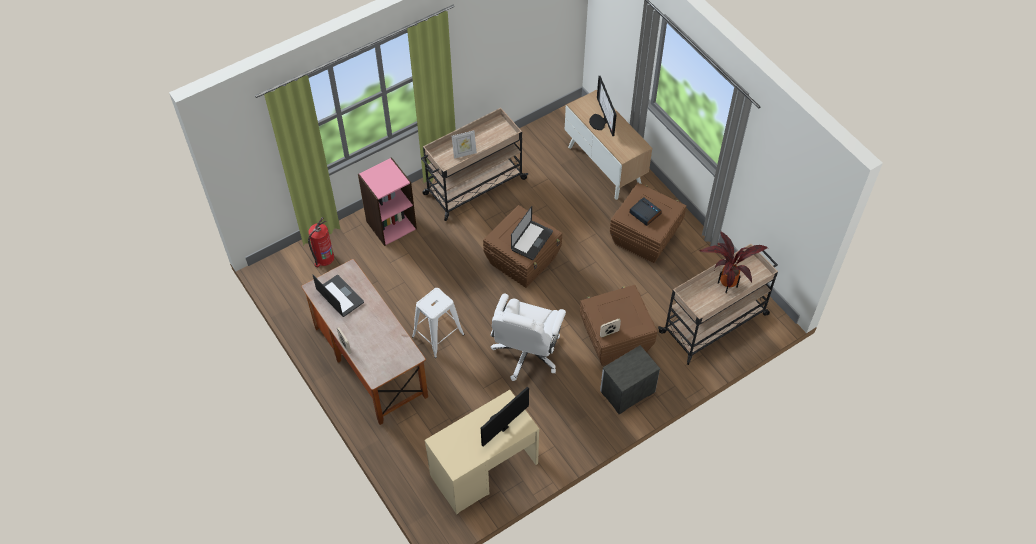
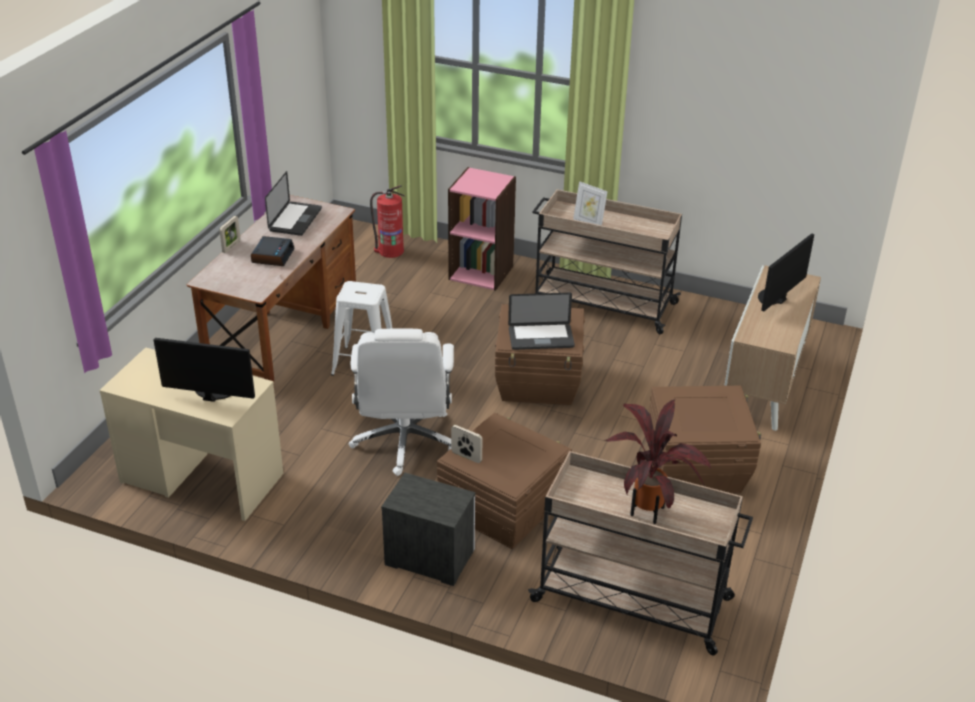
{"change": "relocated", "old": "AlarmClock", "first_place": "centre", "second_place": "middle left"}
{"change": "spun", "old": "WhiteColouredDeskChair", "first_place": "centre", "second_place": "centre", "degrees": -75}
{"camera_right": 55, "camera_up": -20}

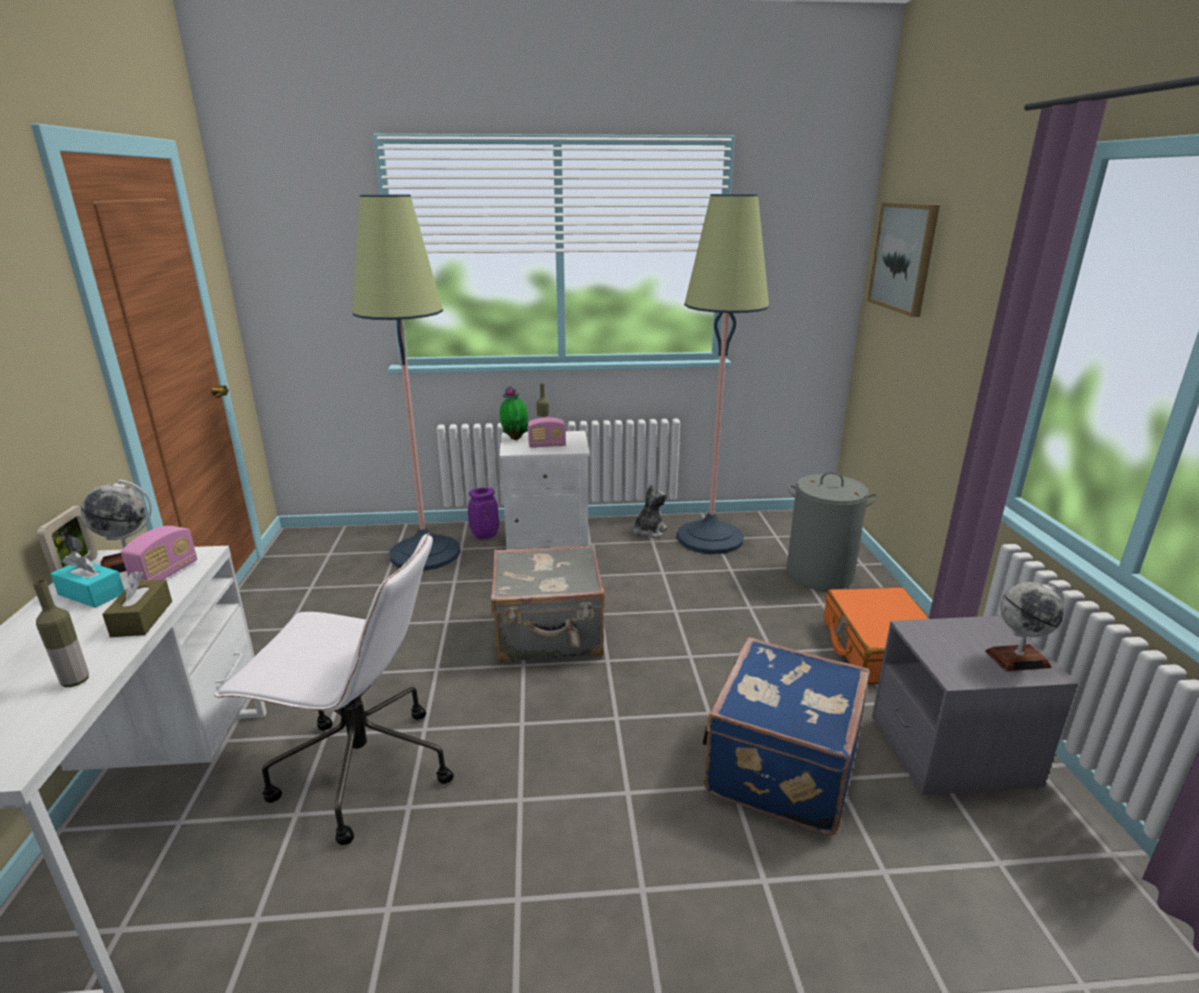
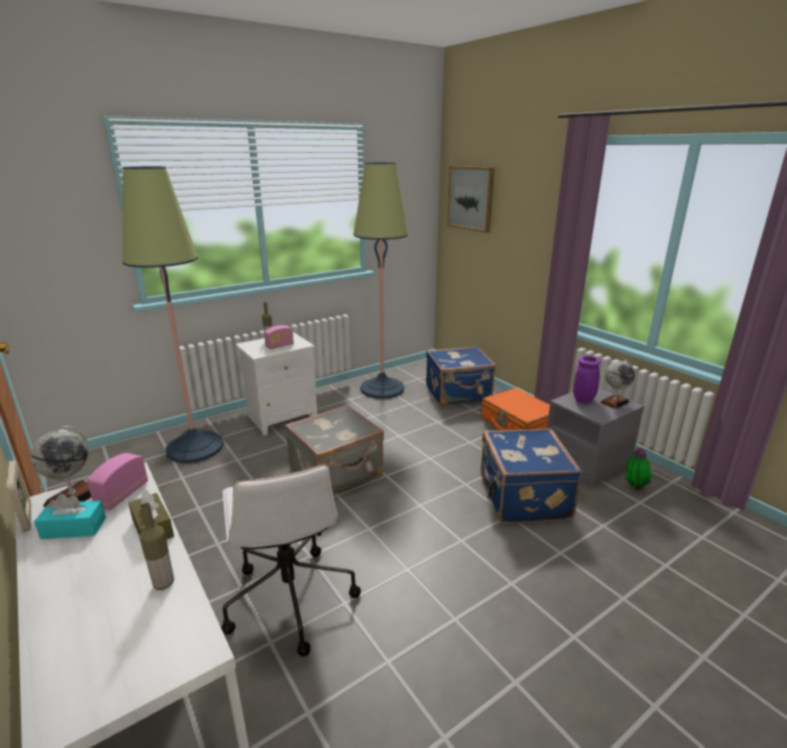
{"change": "spun", "old": "RadioSet (no. 1 from left)", "first_place": "middle left", "second_place": "middle left", "degrees": -150}
{"change": "spun", "old": "WhiteColouredDeskChair", "first_place": "bottom left", "second_place": "bottom centre", "degrees": 90}
{"change": "exchanged", "old": "GreyishHamper", "new": "BlueColouredPieceOfLuggage (no. 1 from left)", "first_place": "middle right", "second_place": "centre"}
{"change": "relocated", "old": "PurplishDecorativeVase", "first_place": "centre", "second_place": "middle right"}
{"change": "relocated", "old": "Houseplant", "first_place": "centre", "second_place": "middle right"}
{"change": "missing", "old": "SoftToy", "first_place": "centre"}
{"camera_right": -30, "camera_up": 0}

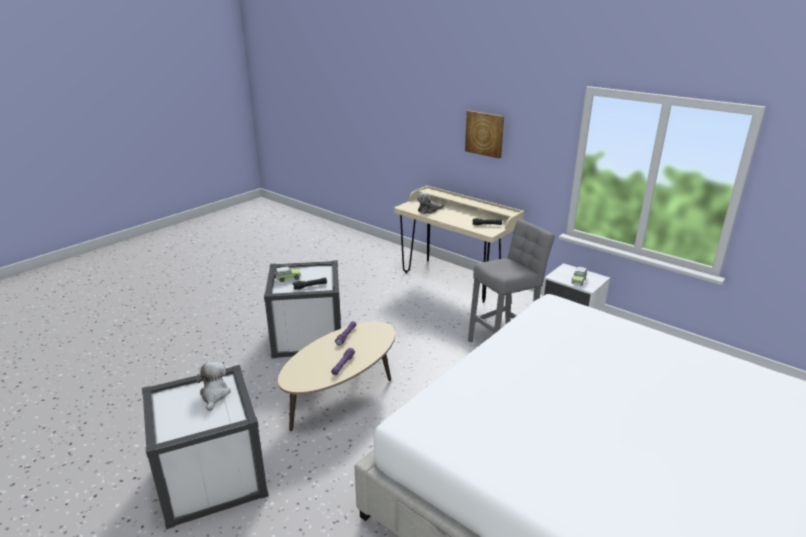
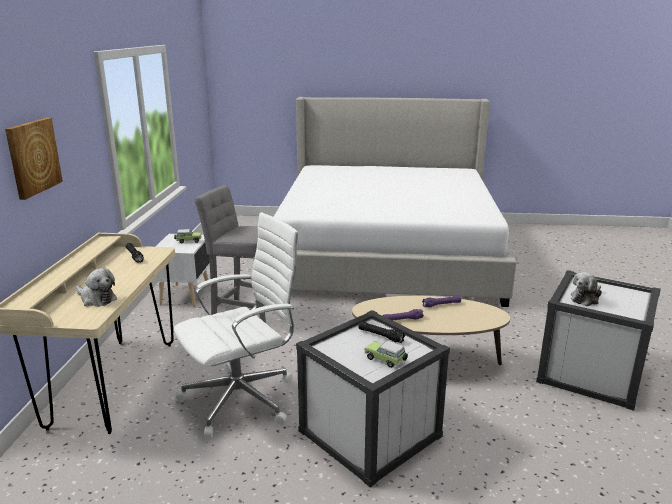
{"change": "appeared", "new": "WhiteColouredDeskChair", "second_place": "centre"}
{"camera_right": -125, "camera_up": -5}

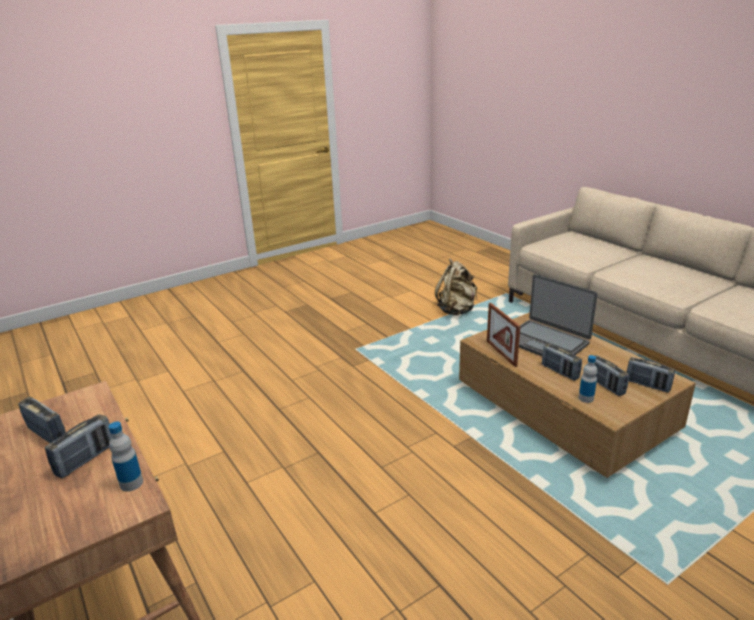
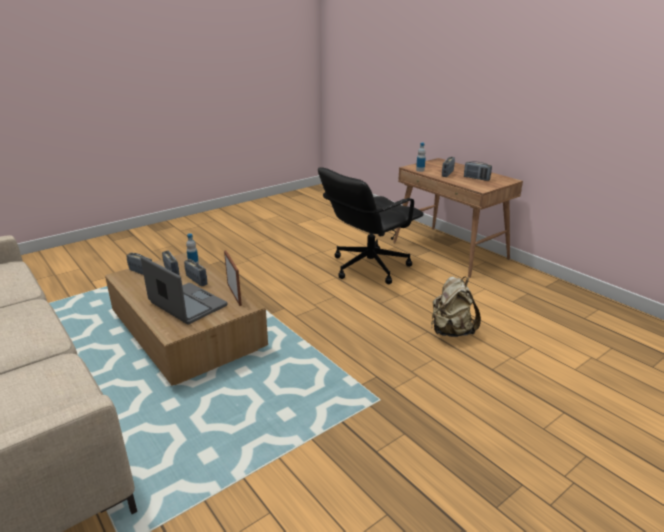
{"change": "appeared", "new": "BlackColouredDeskChair", "second_place": "centre"}
{"change": "relocated", "old": "BeigeKnapsack", "first_place": "centre", "second_place": "middle right"}
{"camera_right": 175, "camera_up": 0}

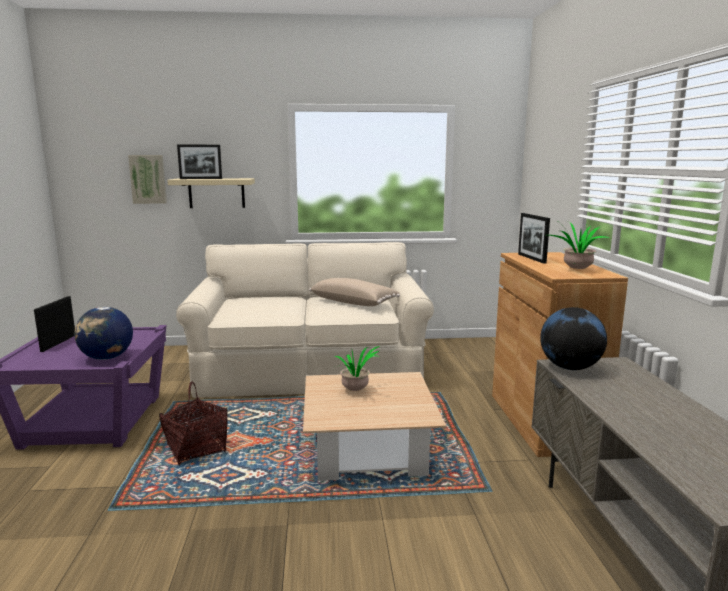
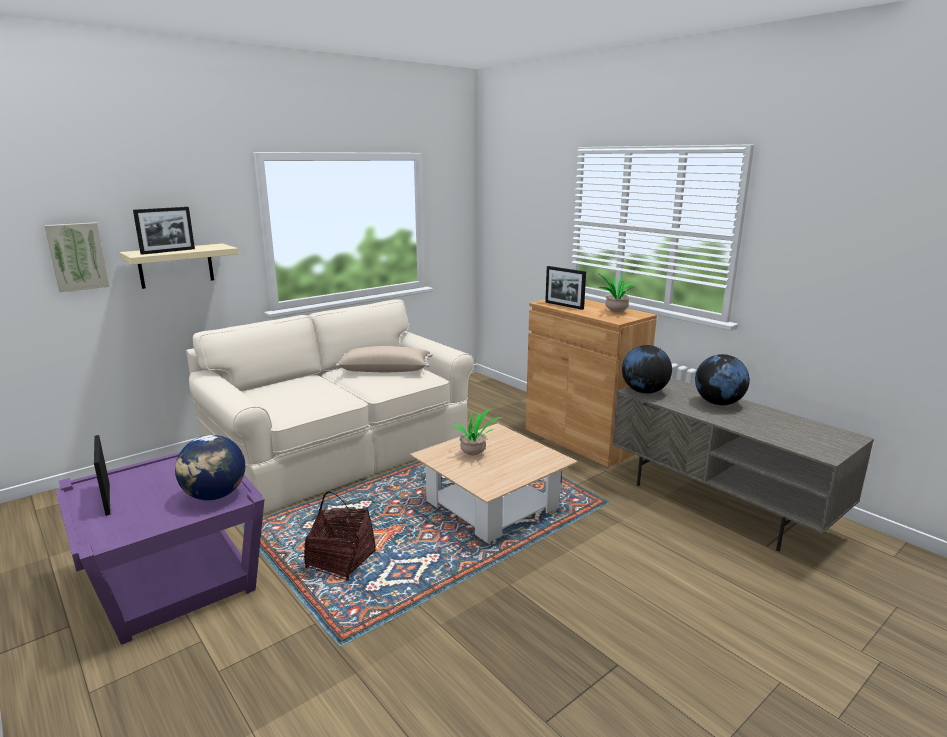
{"change": "appeared", "new": "DeskGlobe (no. 3 from left)", "second_place": "middle right"}
{"camera_right": -35, "camera_up": 5}

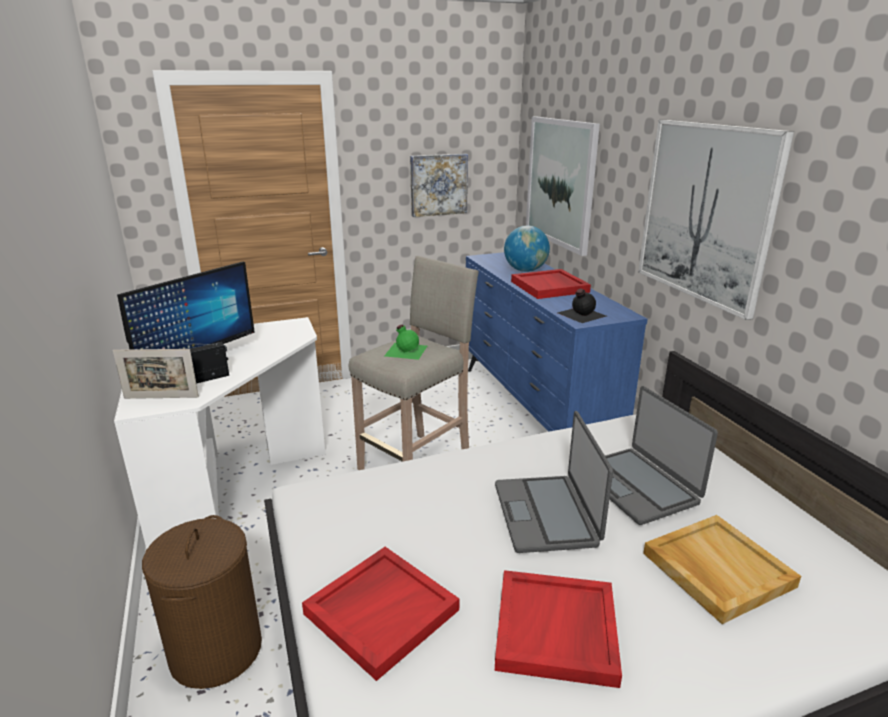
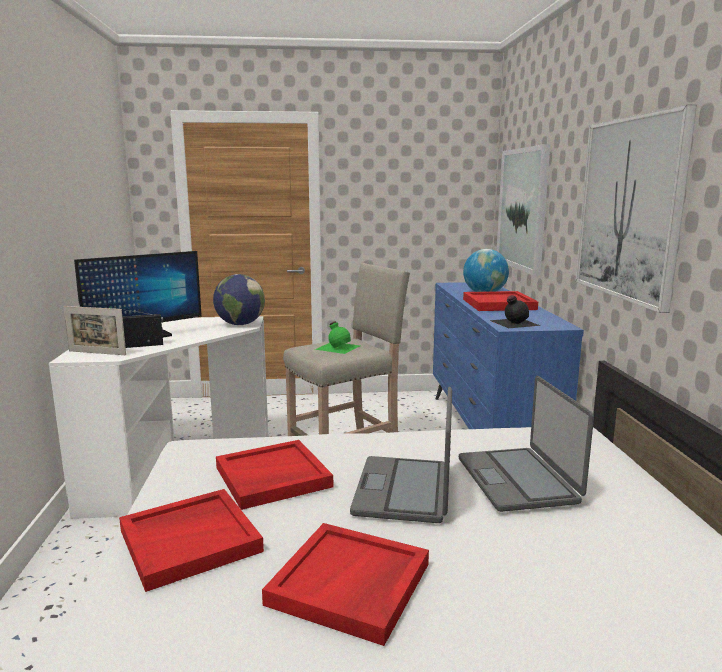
{"change": "appeared", "new": "DeskGlobe (no. 1 from left)", "second_place": "middle left"}
{"change": "appeared", "new": "RedColouredServingTray (no. 2 from left)", "second_place": "bottom centre"}
{"change": "missing", "old": "BrownColouredHamper", "first_place": "bottom left"}
{"change": "missing", "old": "WallPicture (no. 1 from left)", "first_place": "top centre"}
{"change": "missing", "old": "BeigeServingTray", "first_place": "bottom right"}
{"camera_right": 15, "camera_up": -10}

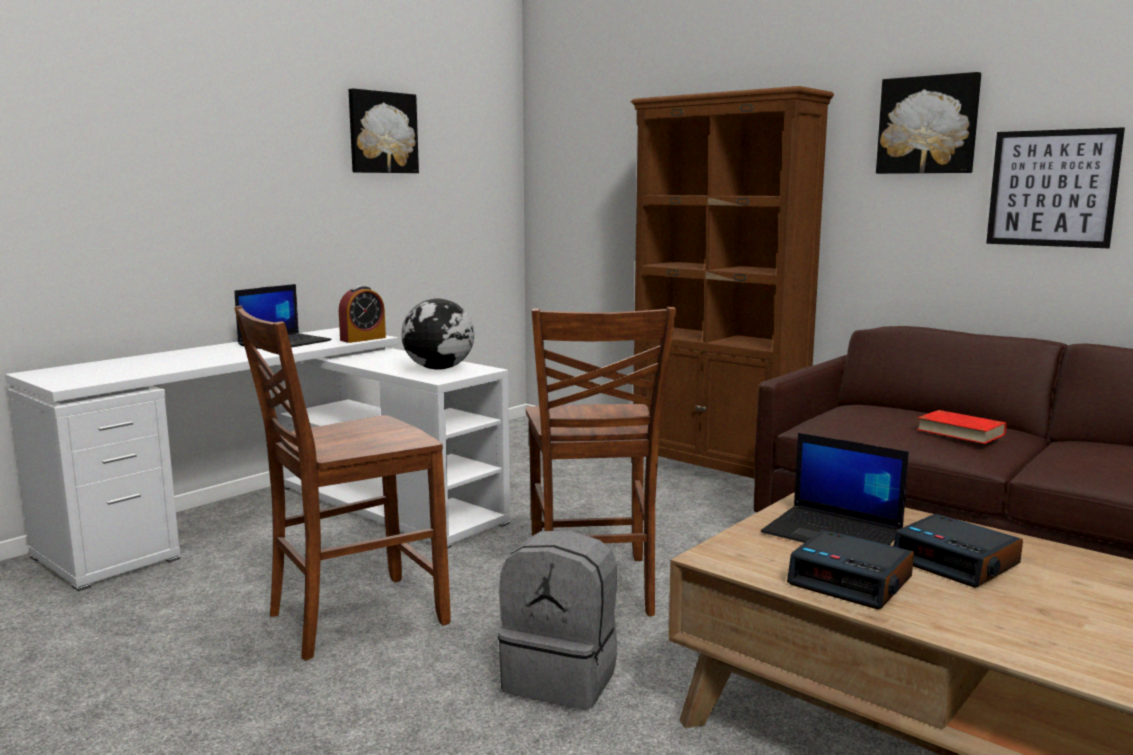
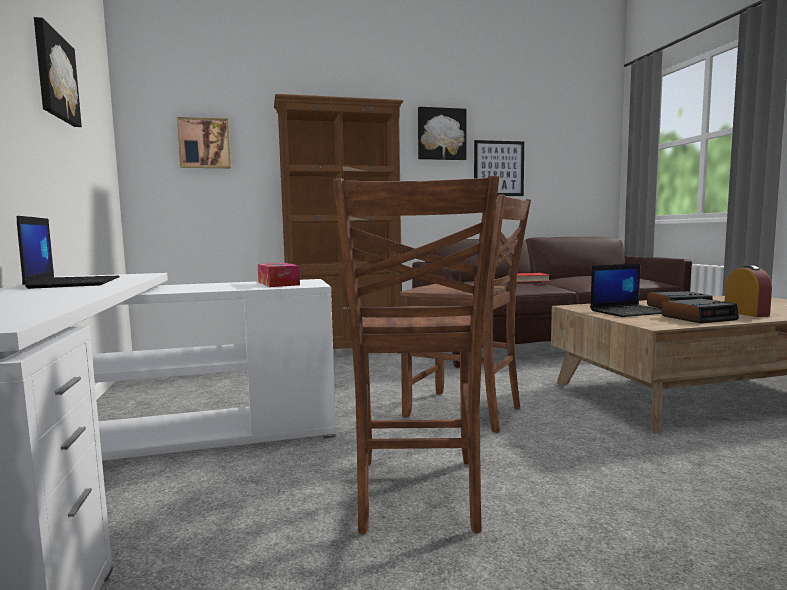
{"change": "appeared", "new": "WallPicture (no. 2 from left)", "second_place": "top left"}
{"change": "exchanged", "old": "DeskGlobe", "new": "BoxOfTissues", "first_place": "centre", "second_place": "centre"}
{"change": "relocated", "old": "AlarmClock (no. 1 from left in the first image)", "new": "AlarmClock (no. 3 from left)", "first_place": "middle left", "second_place": "middle right"}
{"change": "missing", "old": "GreyishKnapsack", "first_place": "bottom centre"}
{"camera_right": -55, "camera_up": -5}

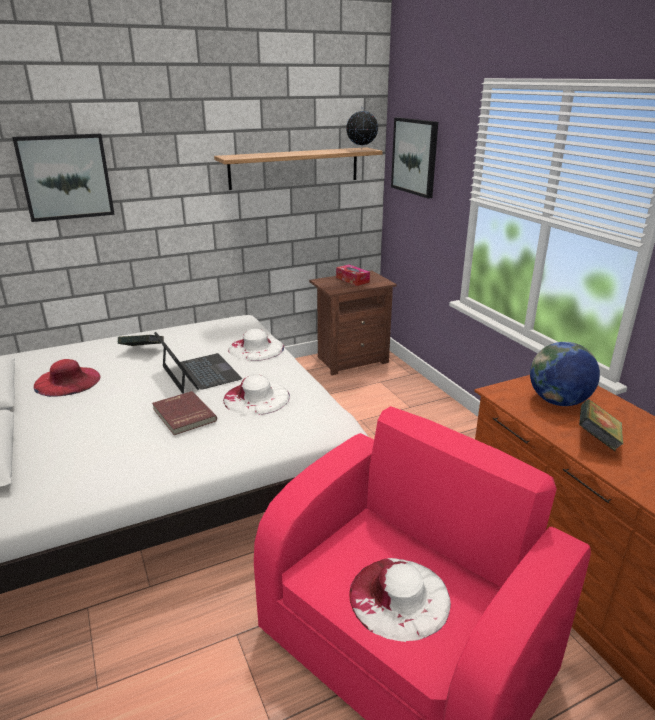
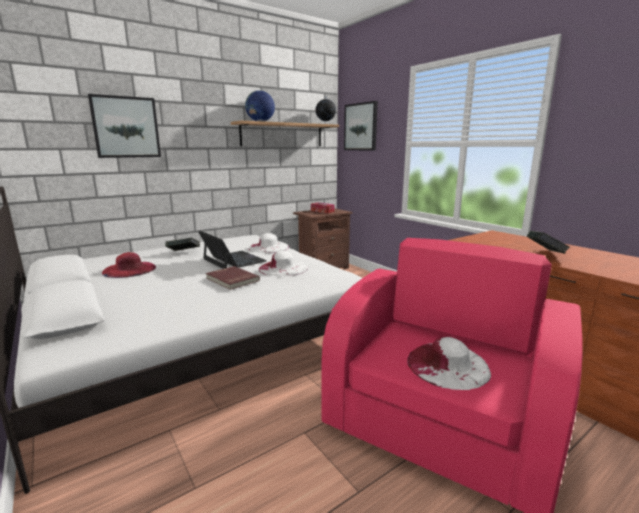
{"change": "relocated", "old": "DeskGlobe (no. 2 from left in the first image)", "new": "DeskGlobe (no. 1 from left)", "first_place": "middle right", "second_place": "top centre"}
{"camera_right": -10, "camera_up": -10}

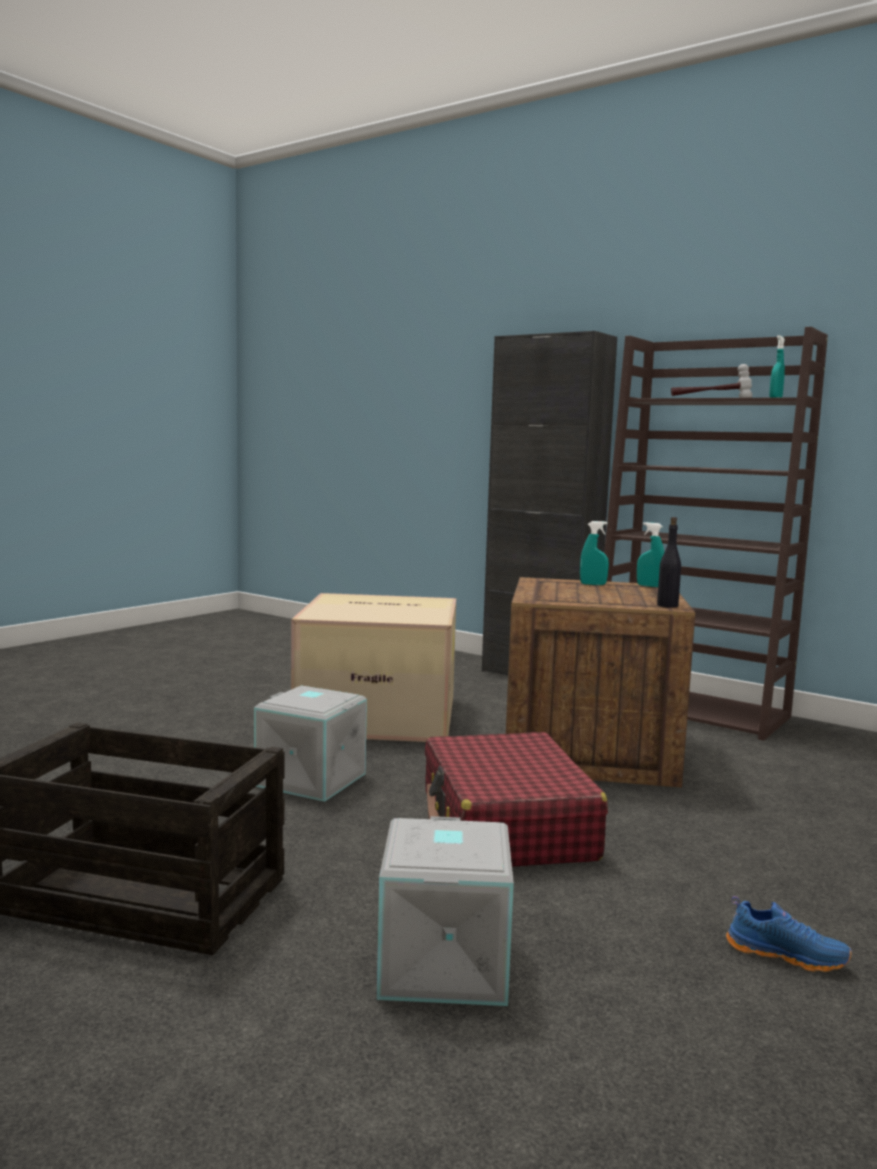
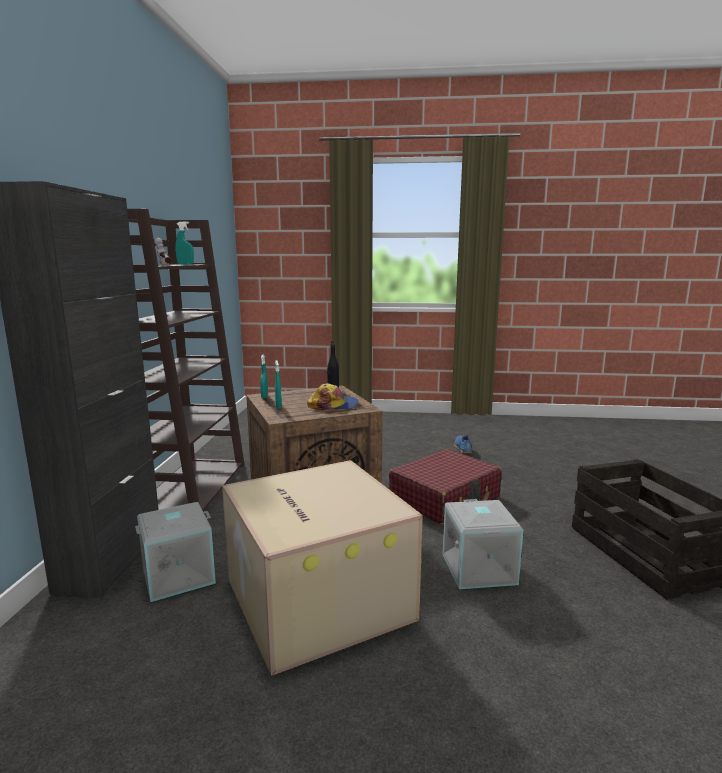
{"change": "relocated", "old": "GreyishStorageBox (no. 2 from left in the first image)", "new": "GreyishStorageBox (no. 1 from left)", "first_place": "bottom centre", "second_place": "bottom left"}
{"change": "appeared", "new": "Cap", "second_place": "centre"}
{"camera_right": -120, "camera_up": 5}

